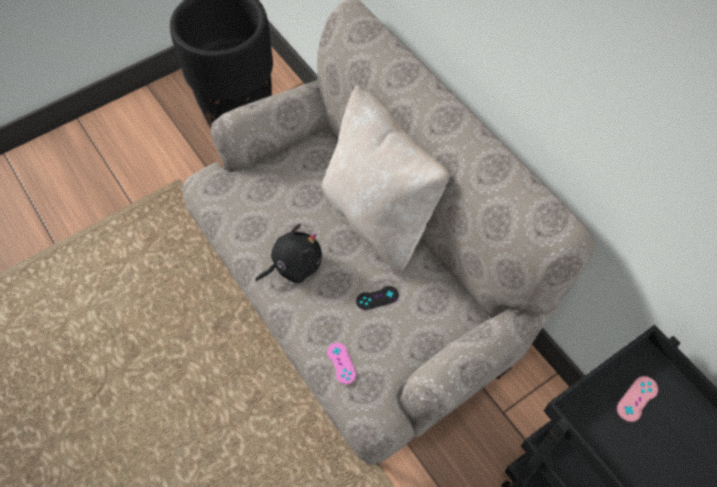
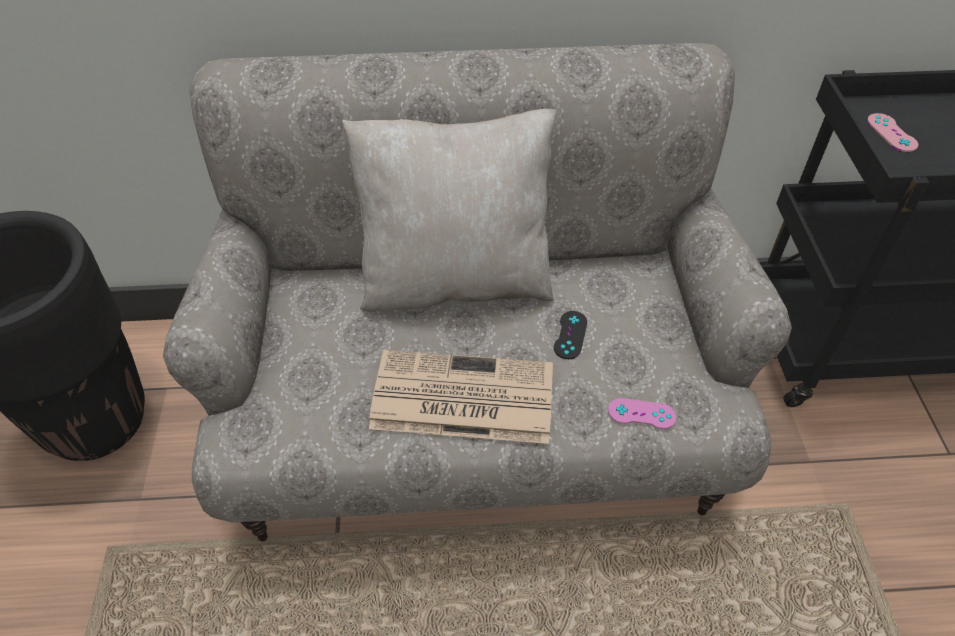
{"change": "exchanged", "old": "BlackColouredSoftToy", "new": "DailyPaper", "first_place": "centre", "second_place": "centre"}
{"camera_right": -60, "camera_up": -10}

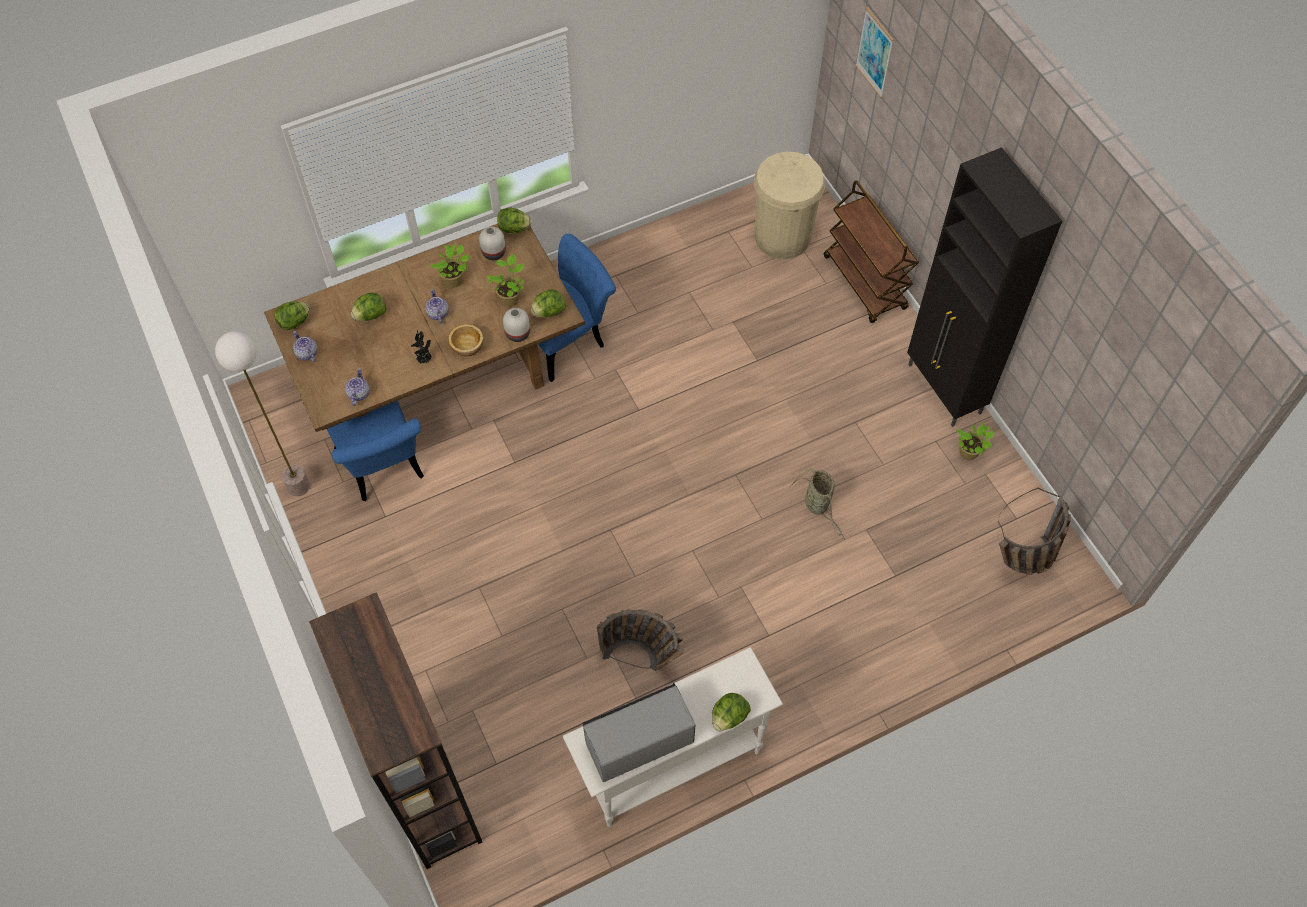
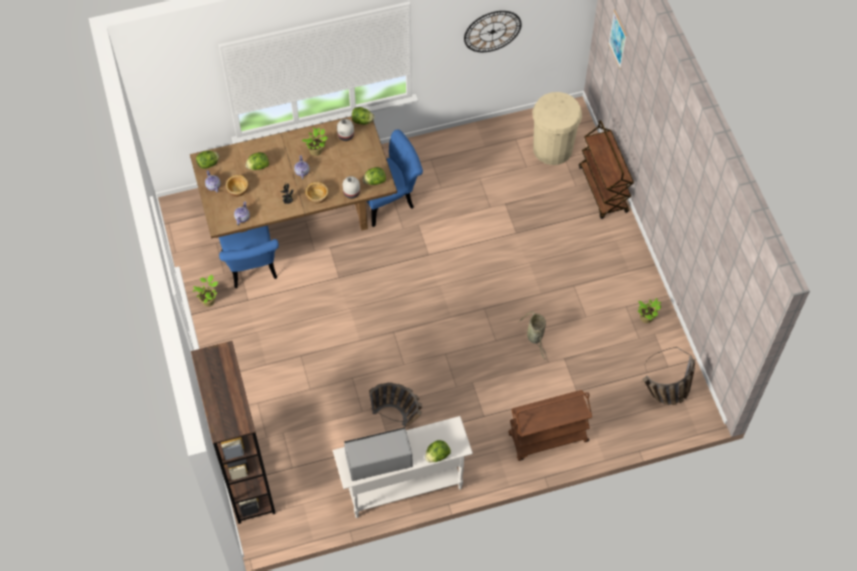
{"change": "relocated", "old": "Houseplant (no. 3 from left in the first image)", "new": "Houseplant (no. 1 from left)", "first_place": "top centre", "second_place": "middle left"}
{"change": "appeared", "new": "ServingBowl (no. 1 from left)", "second_place": "top left"}
{"change": "appeared", "new": "ClockOnTheWall", "second_place": "top centre"}
{"change": "appeared", "new": "BrownColouredCart (no. 1 from left)", "second_place": "bottom centre"}
{"change": "missing", "old": "FloorLamp", "first_place": "middle left"}
{"change": "missing", "old": "BlackColouredCabinet", "first_place": "top right"}
{"camera_right": 10, "camera_up": 0}

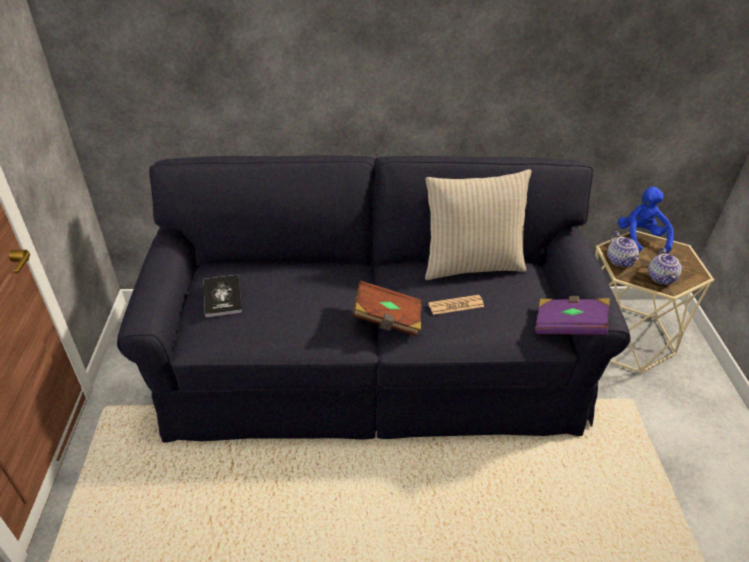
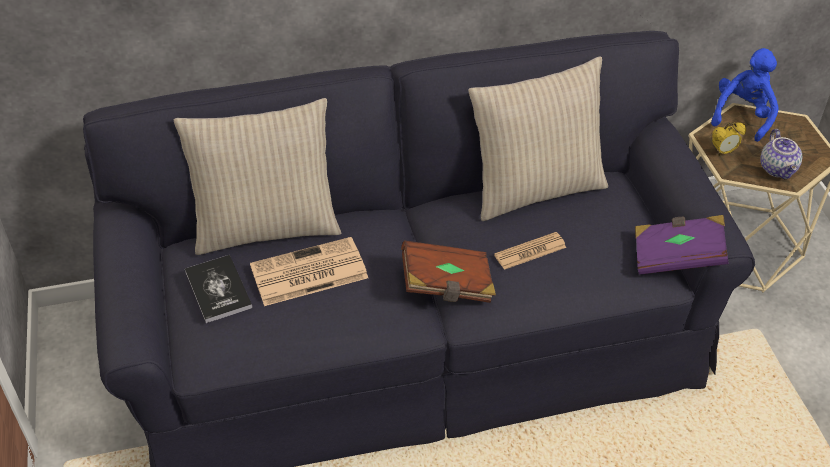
{"change": "appeared", "new": "BeigeCushion (no. 1 from left)", "second_place": "middle left"}
{"change": "appeared", "new": "DailyPaper (no. 1 from left)", "second_place": "centre"}
{"change": "spun", "old": "BlueColouredSoftToy", "first_place": "middle right", "second_place": "top right", "degrees": 45}
{"change": "exchanged", "old": "TeaPot (no. 1 from left)", "new": "AlarmClock", "first_place": "middle right", "second_place": "top right"}
{"camera_right": -10, "camera_up": 5}

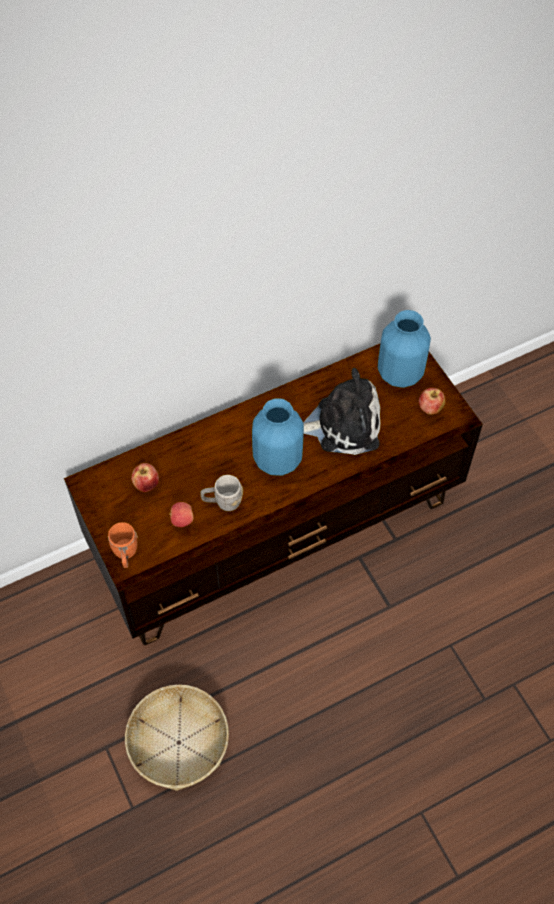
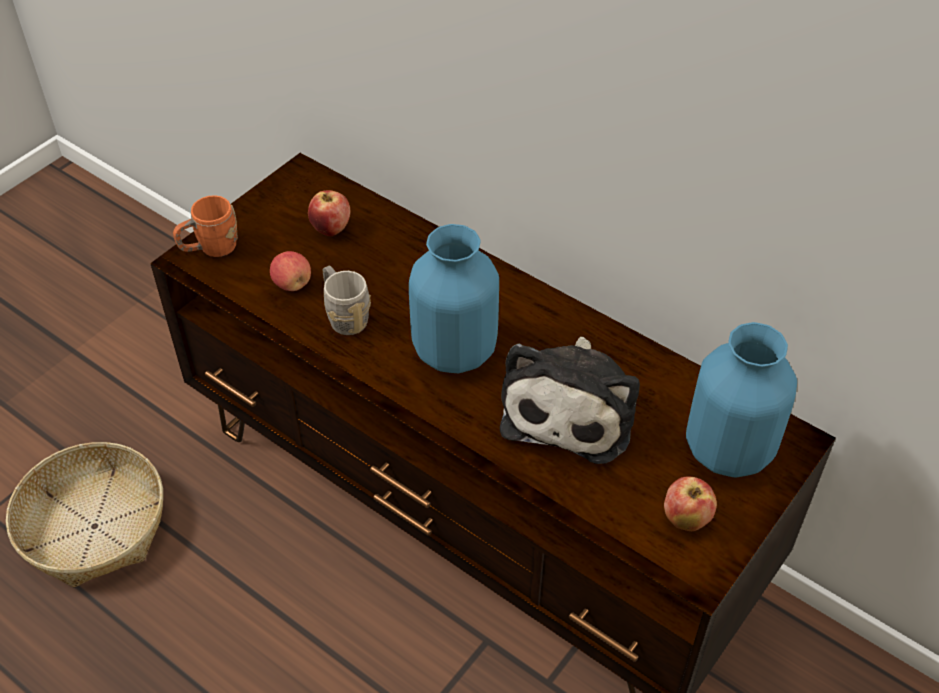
{"change": "spun", "old": "SoftToy", "first_place": "centre", "second_place": "centre", "degrees": 45}
{"camera_right": 65, "camera_up": -10}

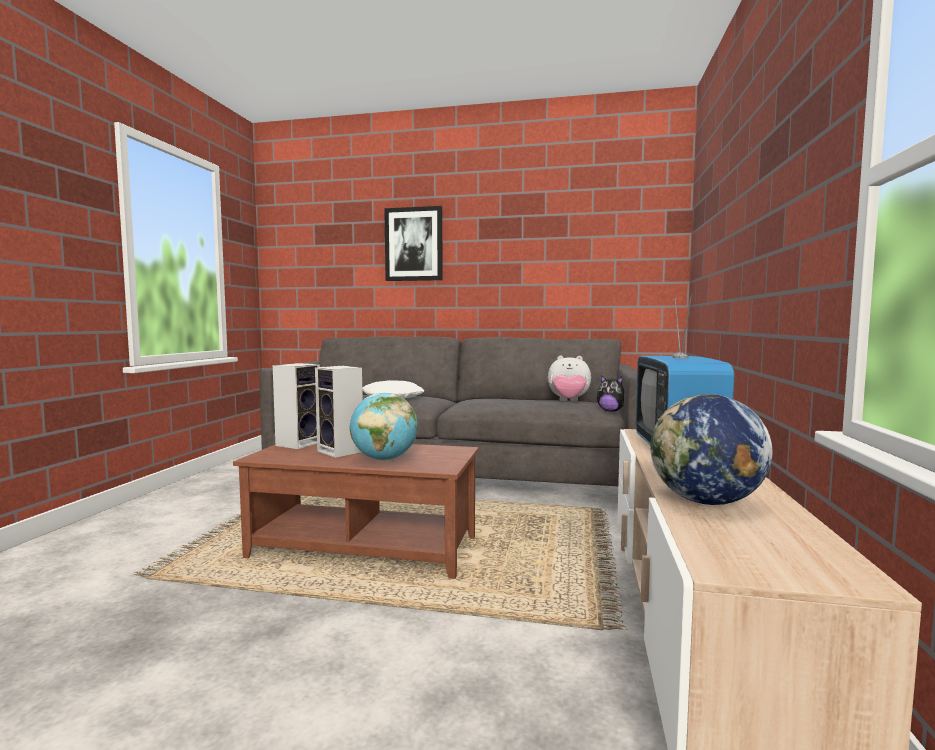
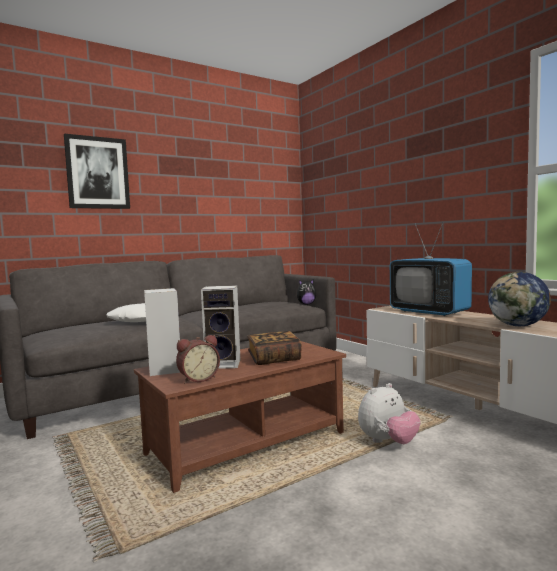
{"change": "appeared", "new": "AlarmClock", "second_place": "centre"}
{"change": "exchanged", "old": "DeskGlobe (no. 1 from left)", "new": "BoundBook", "first_place": "centre", "second_place": "centre"}
{"change": "relocated", "old": "SoftToy (no. 1 from left in the first image)", "new": "SoftToy (no. 2 from left)", "first_place": "centre", "second_place": "bottom right"}
{"camera_right": -45, "camera_up": 0}

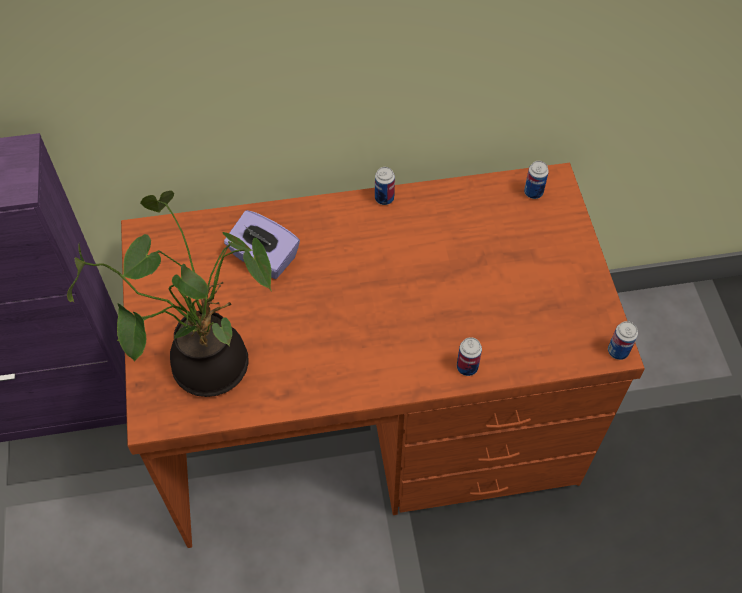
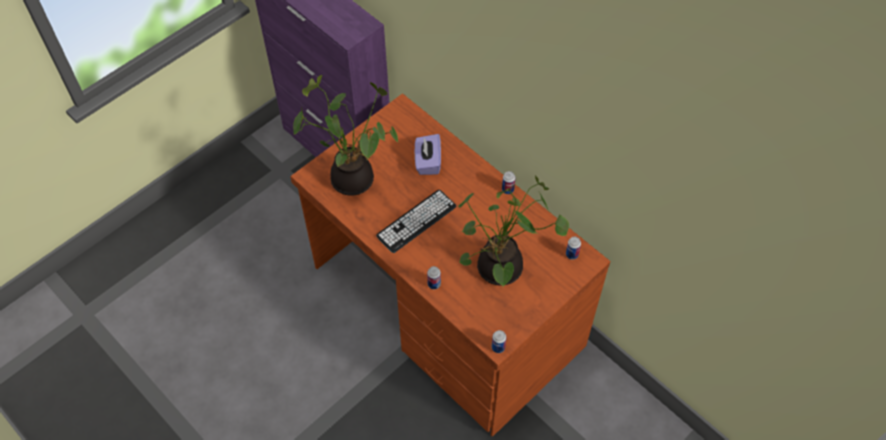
{"change": "appeared", "new": "PcKeyboard", "second_place": "centre"}
{"change": "appeared", "new": "Houseplant (no. 2 from left)", "second_place": "centre"}
{"camera_right": 55, "camera_up": 0}

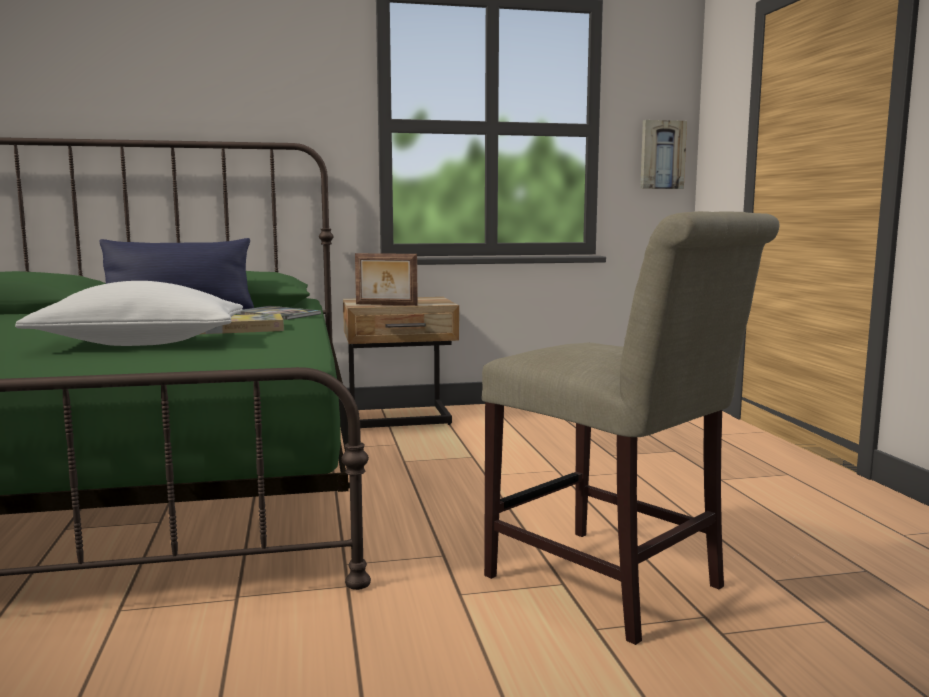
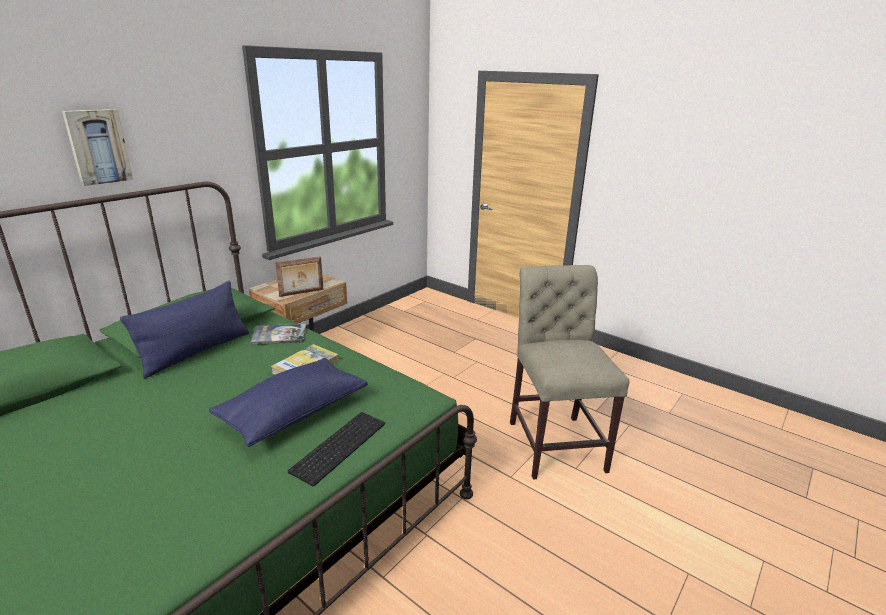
{"change": "relocated", "old": "WallPicture", "first_place": "top right", "second_place": "top left"}
{"change": "colour", "old": "WhiteColouredCushion", "new": "BlueColouredCushion (no. 2 from left)", "first_place": "middle left", "second_place": "middle left"}
{"change": "appeared", "new": "PcKeyboard", "second_place": "bottom centre"}
{"change": "spun", "old": "BeigePlainChair", "first_place": "middle right", "second_place": "centre", "degrees": -105}
{"camera_right": -40, "camera_up": 15}

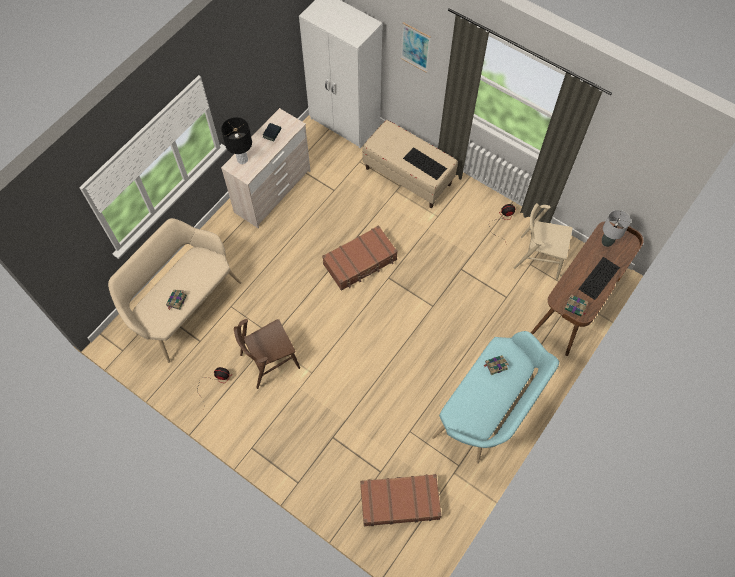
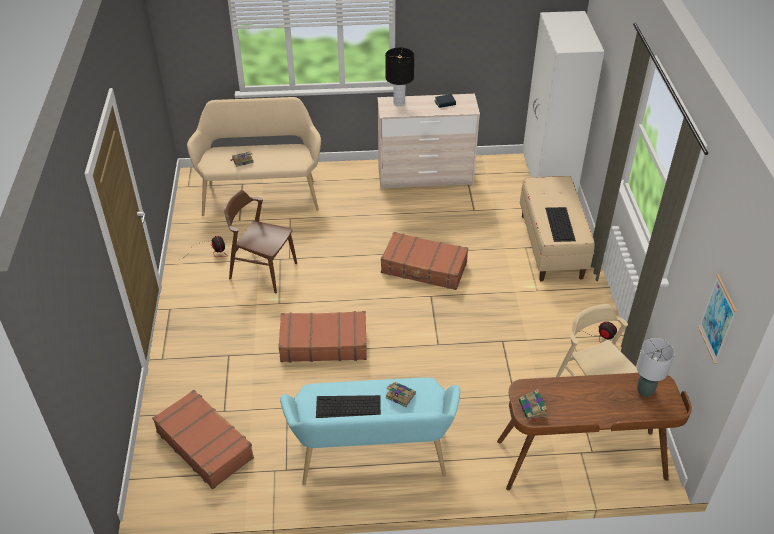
{"change": "appeared", "new": "BrownColouredPieceOfLuggage (no. 2 from left)", "second_place": "centre"}
{"change": "relocated", "old": "PcKeyboard (no. 2 from left in the first image)", "new": "PcKeyboard (no. 1 from left)", "first_place": "middle right", "second_place": "bottom centre"}
{"change": "relocated", "old": "WallPicture", "first_place": "top centre", "second_place": "middle right"}
{"camera_right": 50, "camera_up": -20}

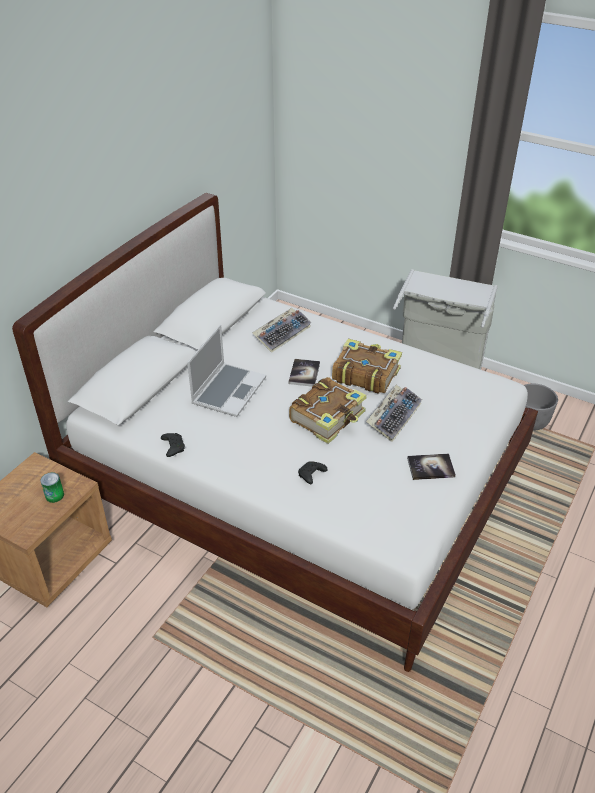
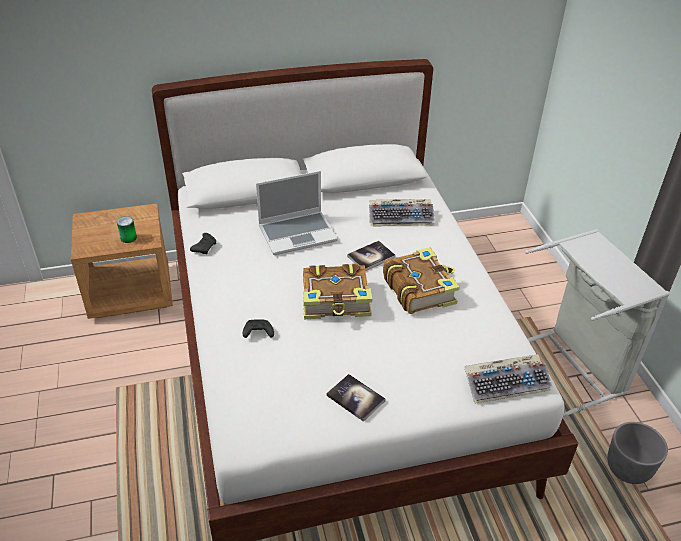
{"change": "relocated", "old": "PcKeyboard (no. 2 from left)", "first_place": "centre", "second_place": "bottom right"}
{"camera_right": 45, "camera_up": 0}

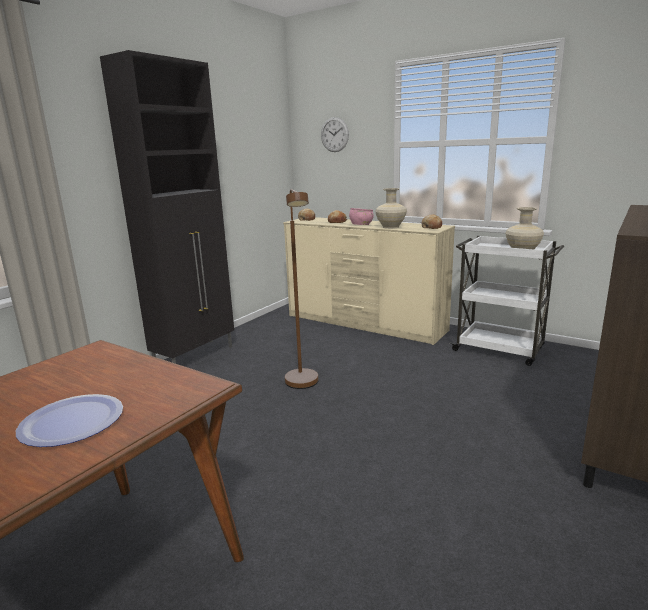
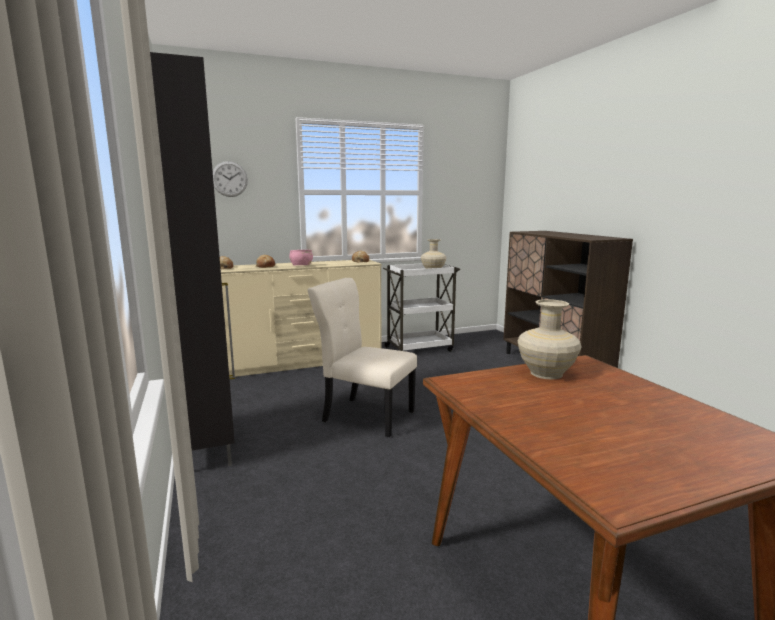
{"change": "exchanged", "old": "BrownColouredFloorLamp", "new": "BeigePlainChair", "first_place": "centre", "second_place": "centre"}
{"change": "relocated", "old": "BeigeDecorativeVase (no. 1 from left in the first image)", "new": "BeigeDecorativeVase (no. 2 from left)", "first_place": "centre", "second_place": "middle right"}
{"change": "missing", "old": "DinnerPlate", "first_place": "bottom left"}
{"camera_right": -55, "camera_up": -5}

